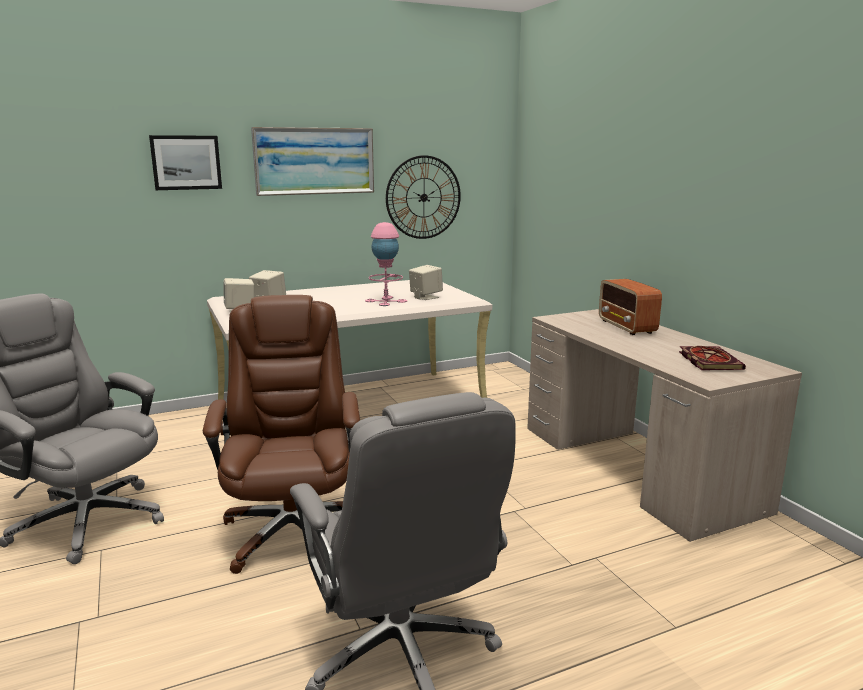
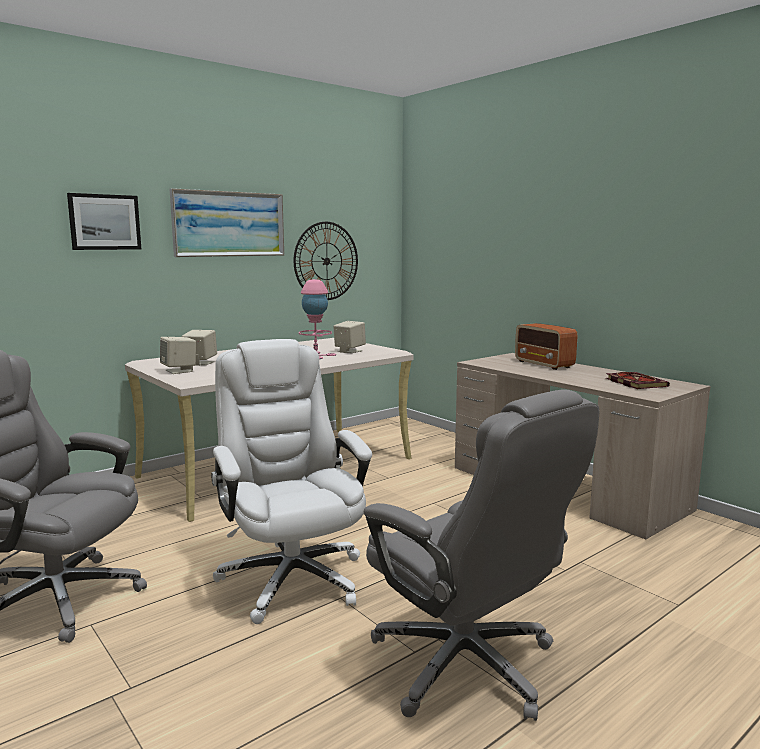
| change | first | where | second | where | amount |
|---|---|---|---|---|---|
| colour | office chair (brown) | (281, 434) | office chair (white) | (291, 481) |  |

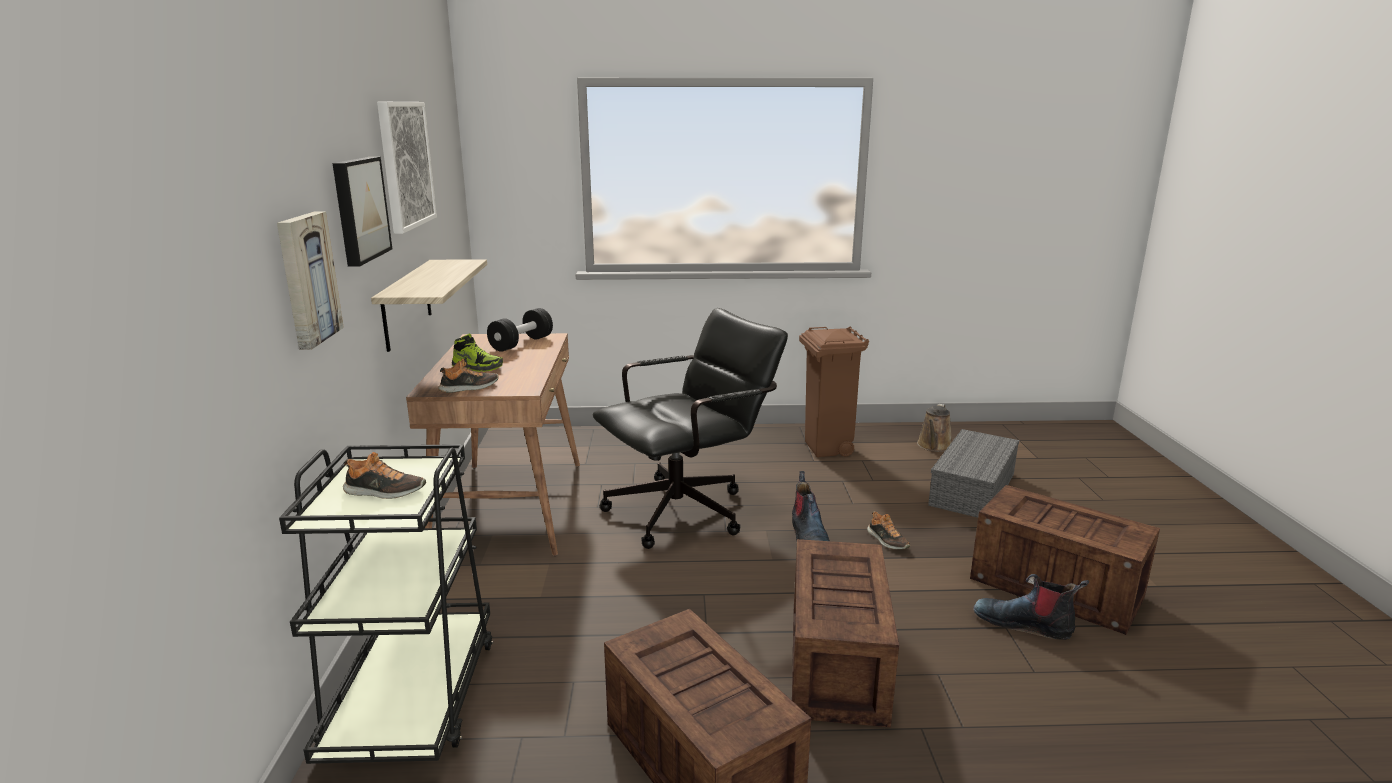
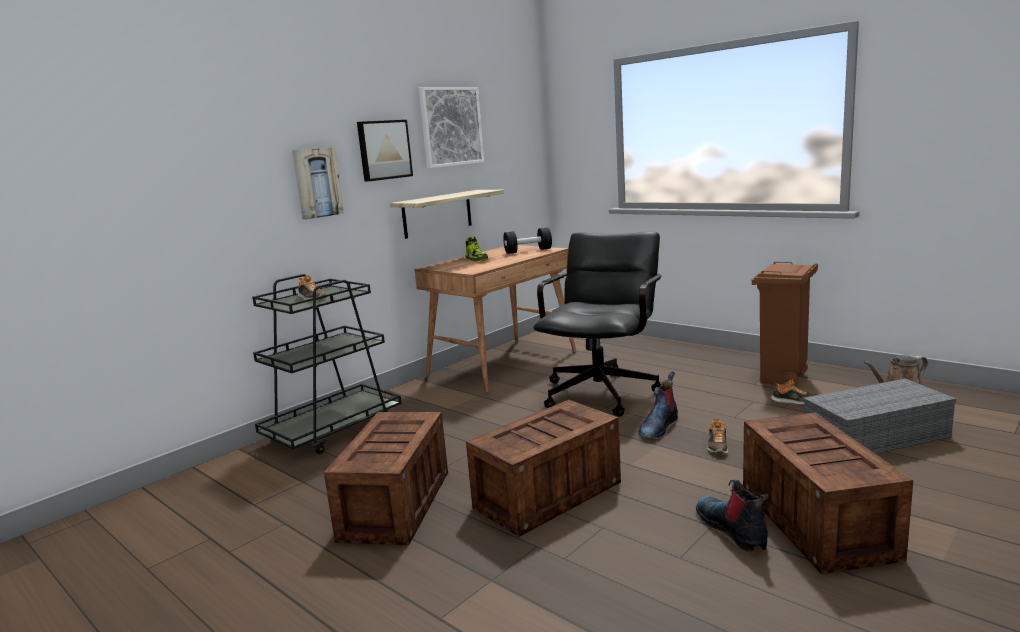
| change | first | where | second | where | amount |
|---|---|---|---|---|---|
| spun | office chair (black) | (690, 428) |  | (597, 324) | 75 degrees counterclockwise |
| relocated | shoe | (468, 376) |  | (794, 392) |  |

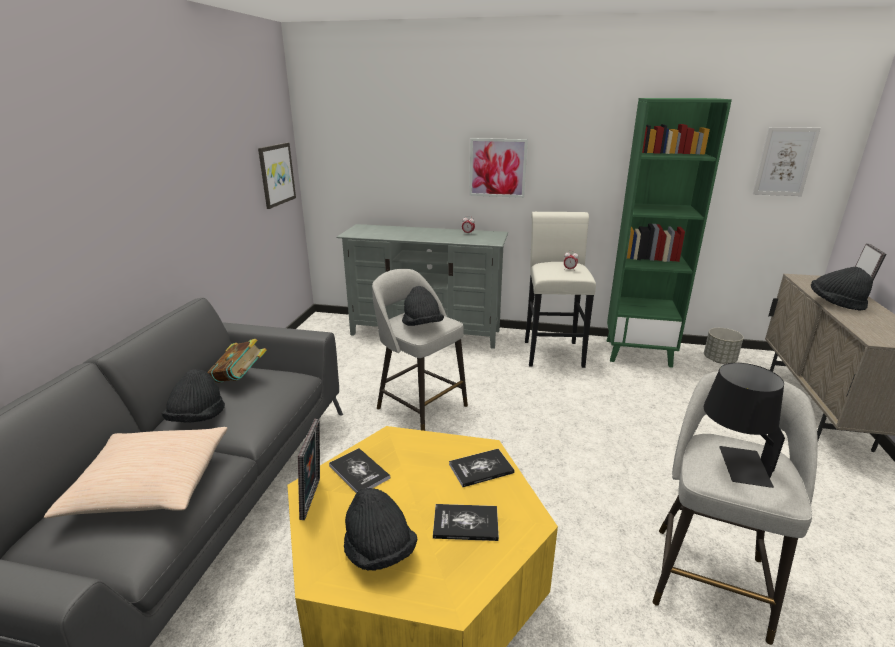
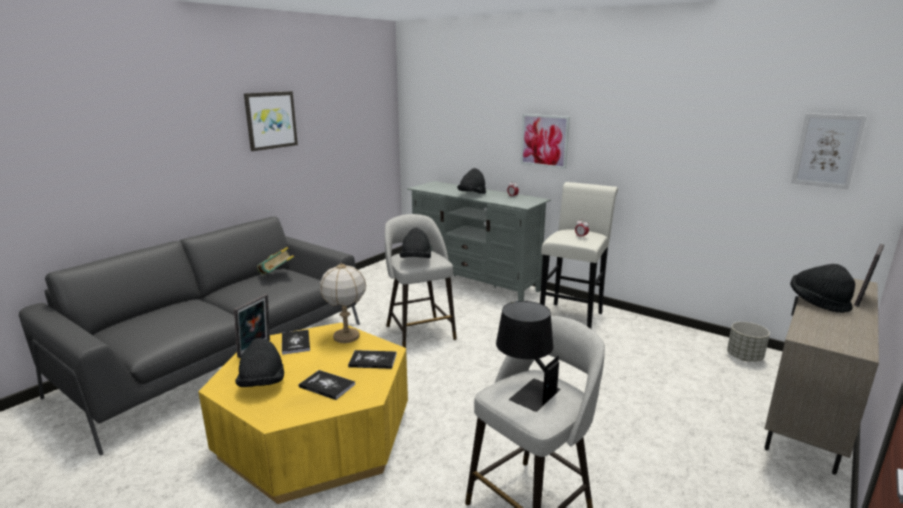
| change | first | where | second | where | amount |
|---|---|---|---|---|---|
| missing | bookcase (green) | (669, 233) |  |  |  |
| relocated | picture | (277, 176) |  | (271, 121) |  |
| relocated | hat (black) | (193, 395) |  | (471, 181) |  |
| missing | pillow (beige) | (136, 472) |  |  |  |
| appeared |  |  | table lamp | (343, 303) |  |

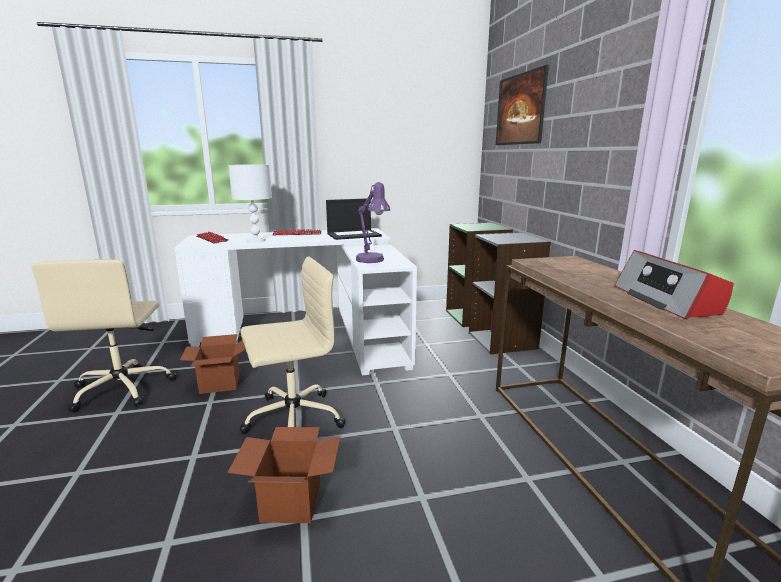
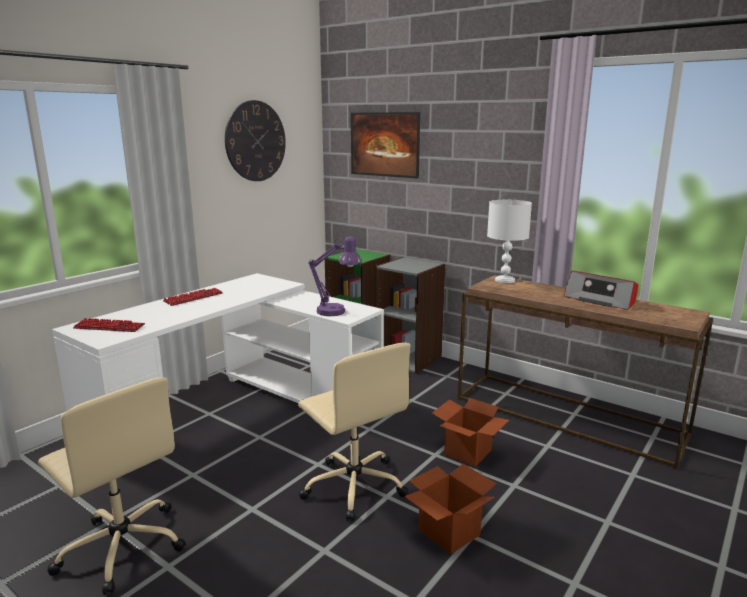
| change | first | where | second | where | amount |
|---|---|---|---|---|---|
| relocated | table lamp (white) | (250, 203) |  | (509, 241) |  |
| missing | laptop | (354, 219) |  |  |  |
| spun | office chair (beige) | (292, 345) |  | (354, 432) | 120 degrees clockwise |
| relocated | cardboard box | (212, 364) |  | (470, 432) |  |
| appeared |  |  | wall clock | (255, 140) |  |

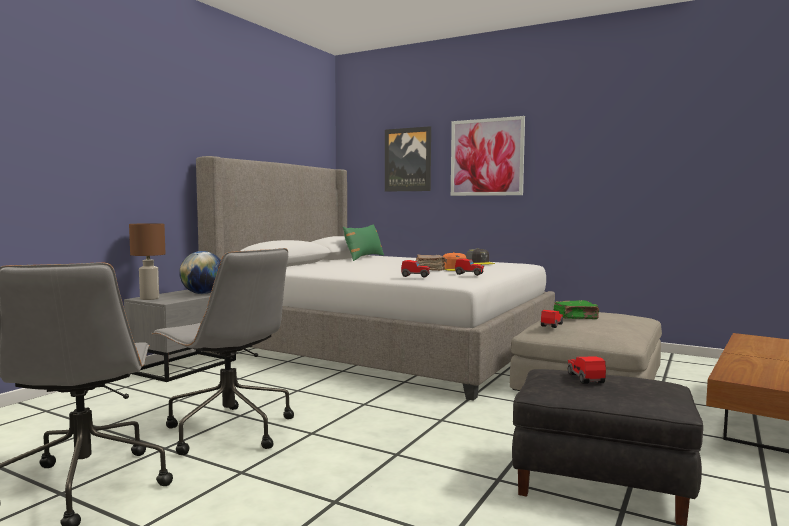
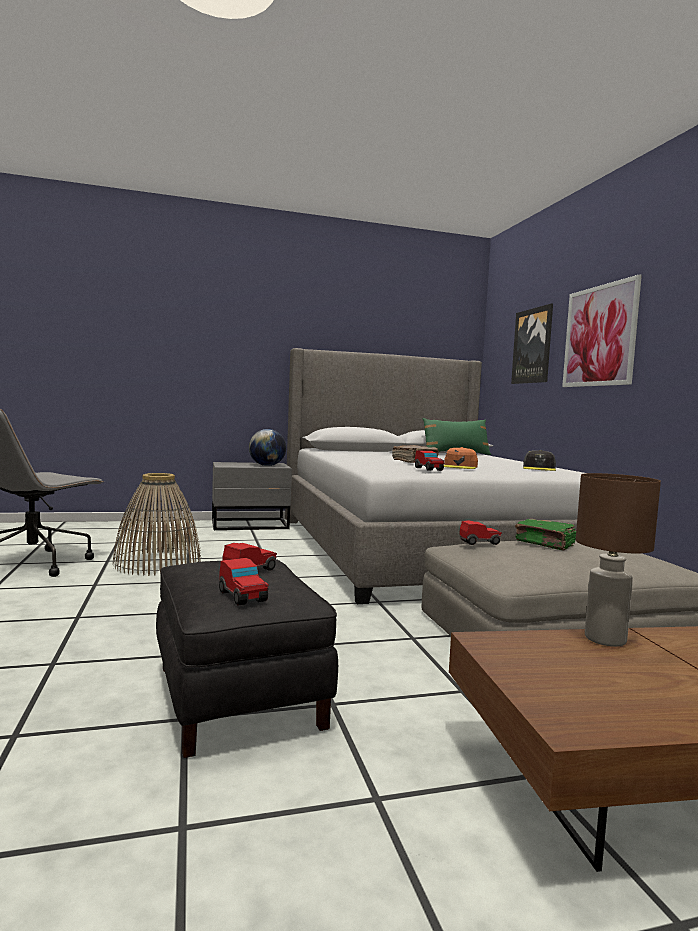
| change | first | where | second | where | amount |
|---|---|---|---|---|---|
| relocated | table lamp (brown) | (147, 261) |  | (618, 560) |  |
| exchanged | office chair (grey) | (223, 351) | basket | (157, 524) |  |
| relocated | toy car | (416, 268) |  | (244, 582) |  |

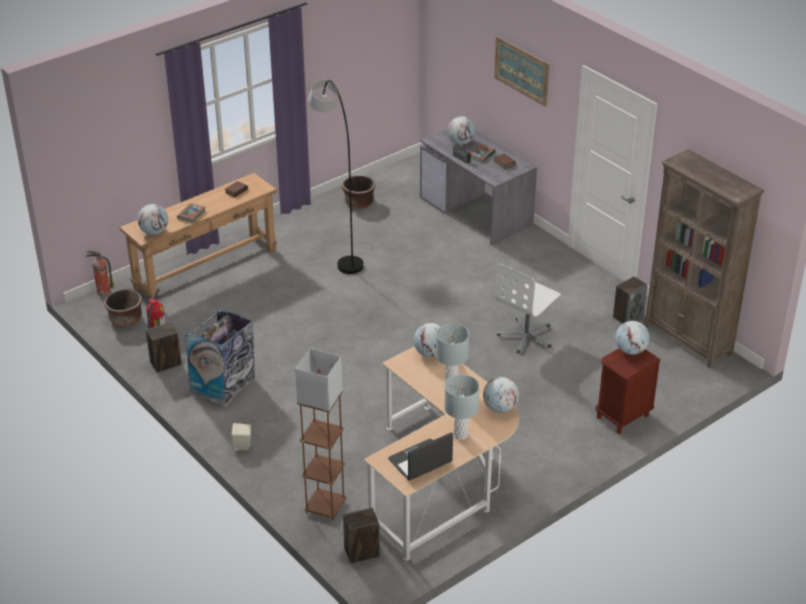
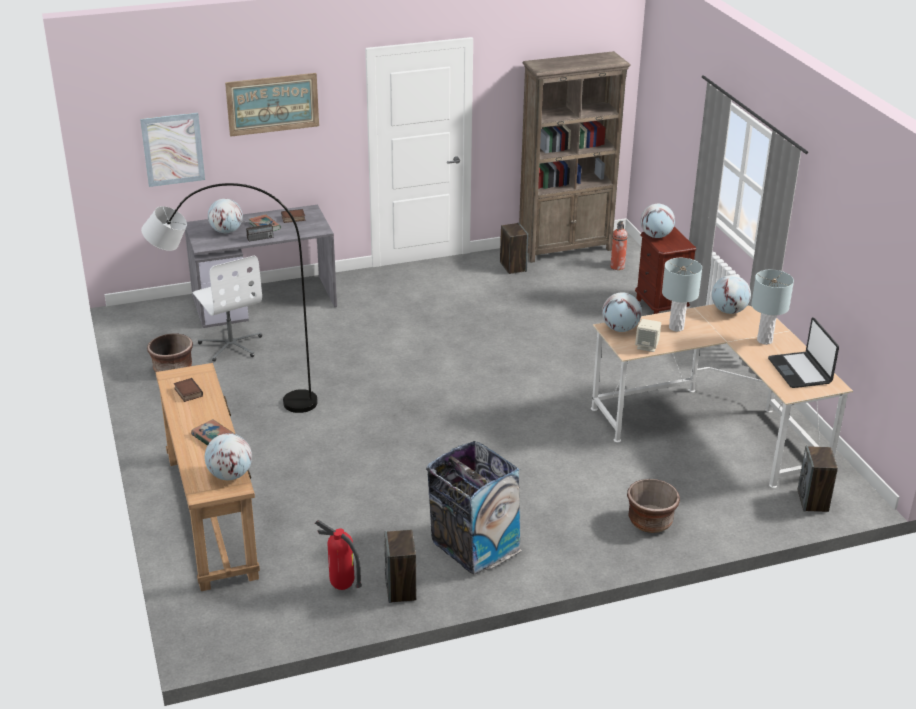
| change | first | where | second | where | amount |
|---|---|---|---|---|---|
| relocated | fire extinguisher | (100, 273) |  | (619, 245) |  |
| relocated | office chair (white) | (528, 308) |  | (227, 309) |  |
| relocated | planter (brown) | (123, 308) |  | (653, 506) |  |
| missing | floor lamp (brown) | (321, 434) |  |  |  |
| relocated | speaker (beige) | (241, 437) |  | (648, 335) |  |
| appeared |  |  | picture | (172, 150) |  |

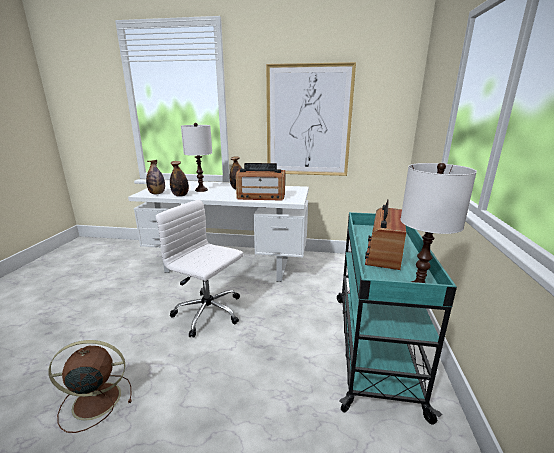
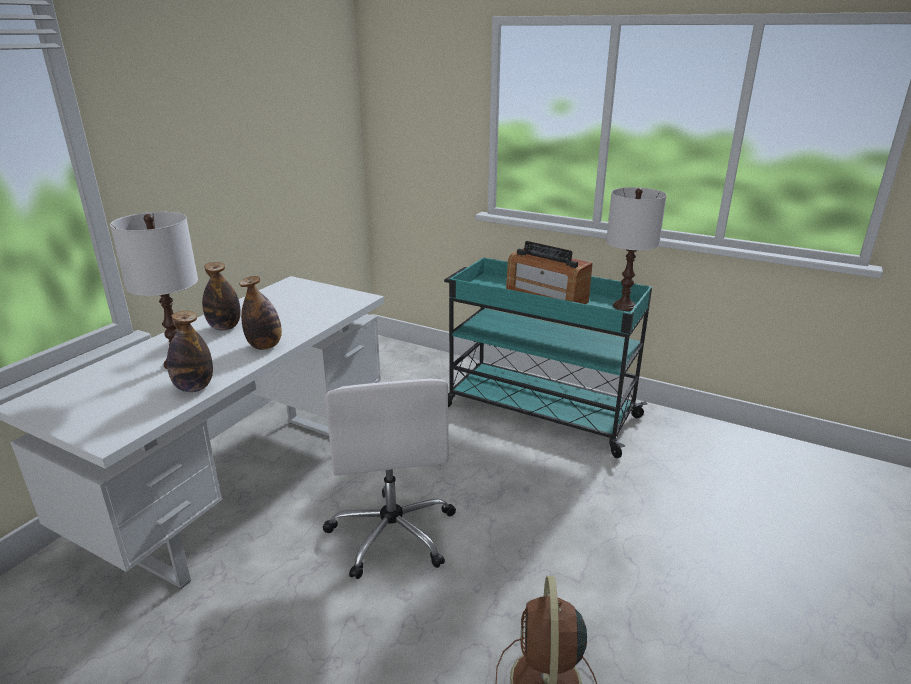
| change | first | where | second | where | amount |
|---|---|---|---|---|---|
| missing | picture | (311, 119) |  |  |  |
| relocated | bottle | (155, 177) |  | (260, 313) |  |
| missing | radio | (260, 182) |  |  |  |
| spun | office chair (white) | (200, 268) |  | (389, 479) | 60 degrees counterclockwise |

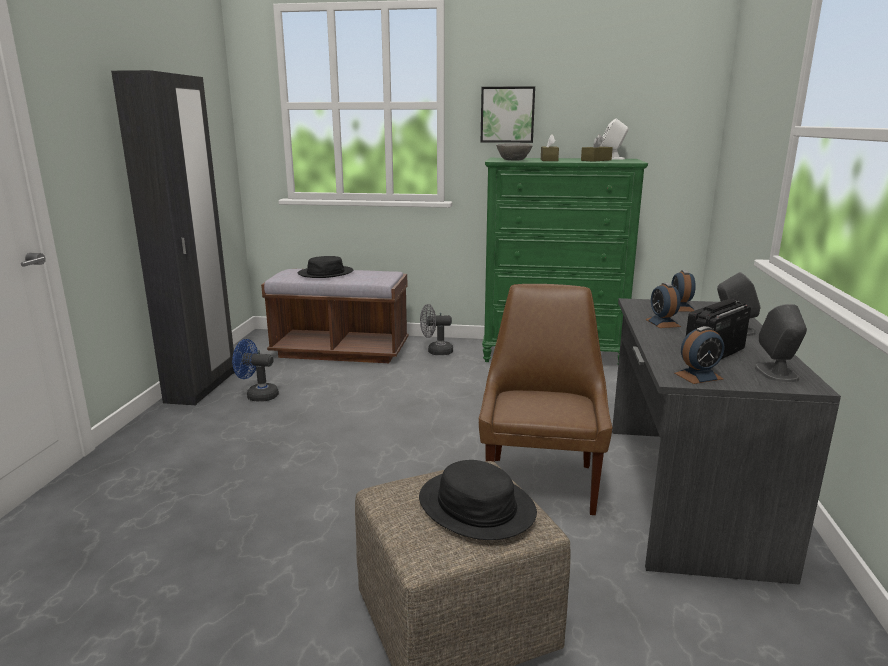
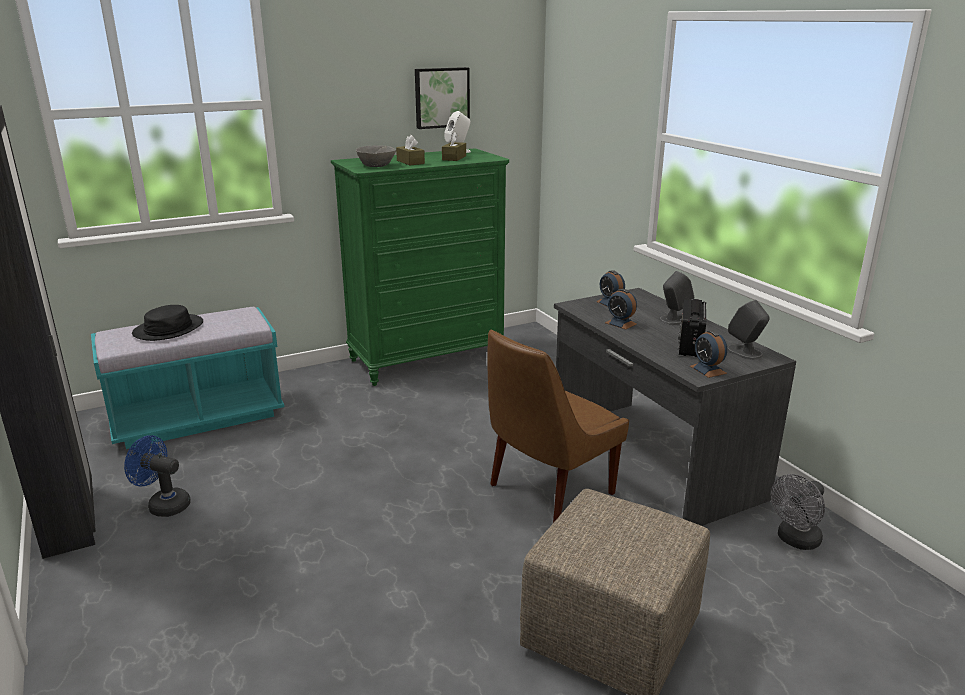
| change | first | where | second | where | amount |
|---|---|---|---|---|---|
| relocated | picture | (508, 114) |  | (442, 98) |  |
| colour | bench (brown) | (334, 316) | bench (turquoise) | (188, 378) |  |
| spun | chair (brown) | (545, 399) |  | (558, 426) | 105 degrees counterclockwise |
| relocated | fan (grey) | (436, 329) |  | (798, 512) |  |
| spun | alarm clock | (699, 355) |  | (708, 354) | 120 degrees clockwise |
| spun | fan (blue) | (255, 370) |  | (157, 476) | 45 degrees clockwise |
| missing | hat (black) | (478, 500) |  |  |  |

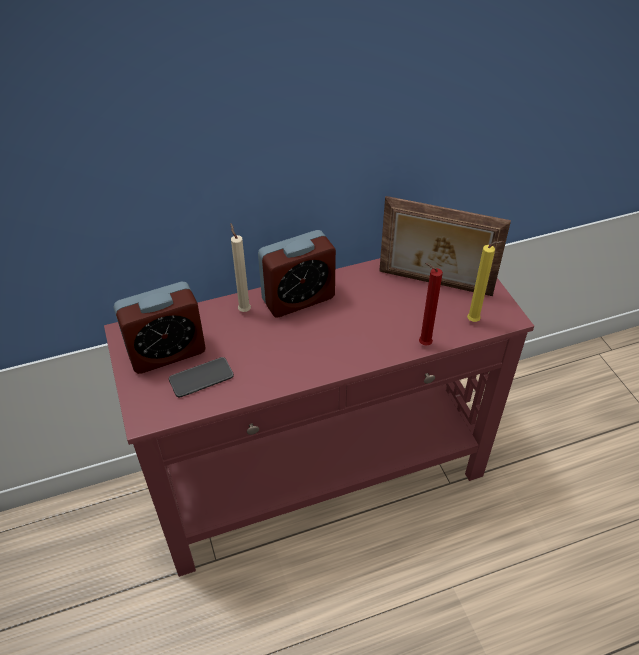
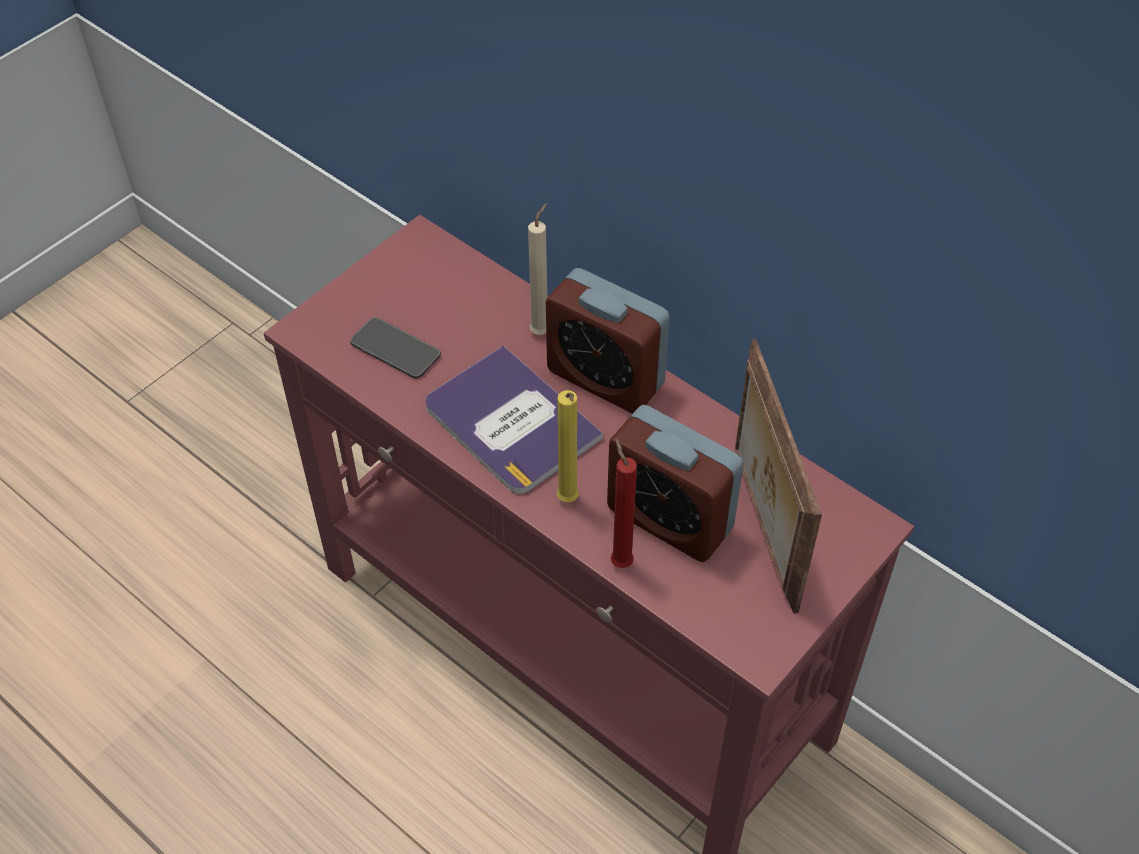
| change | first | where | second | where | amount |
|---|---|---|---|---|---|
| relocated | candle (yellow) | (485, 281) |  | (568, 446) |  |
| relocated | alarm clock | (159, 328) |  | (675, 483) |  |
| appeared |  |  | book | (514, 419) |  |

